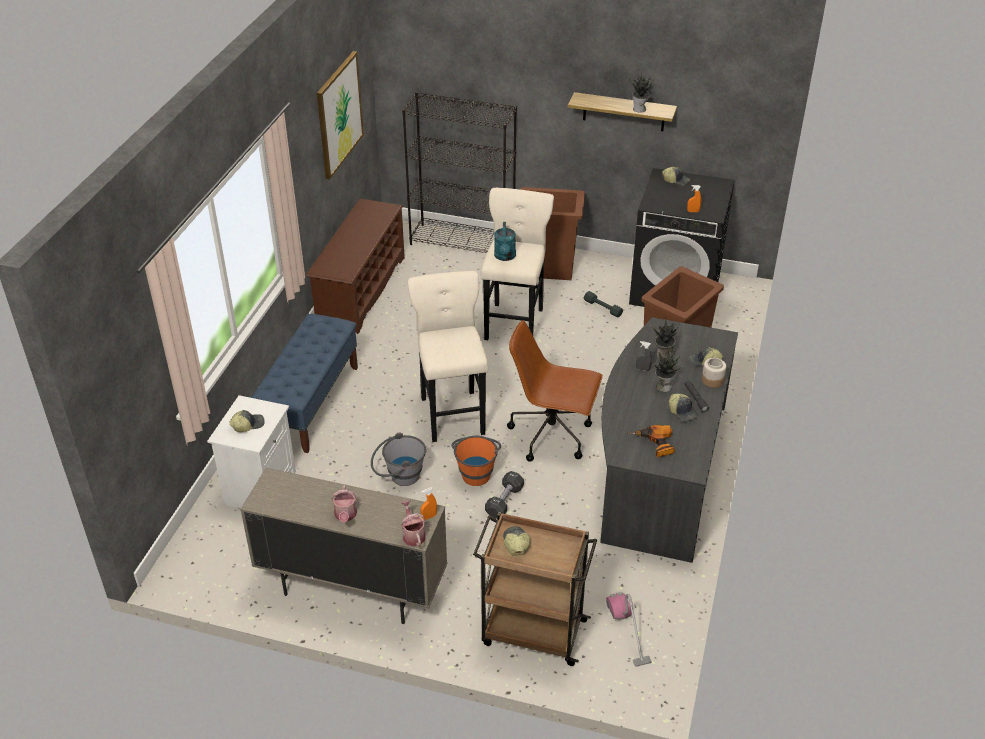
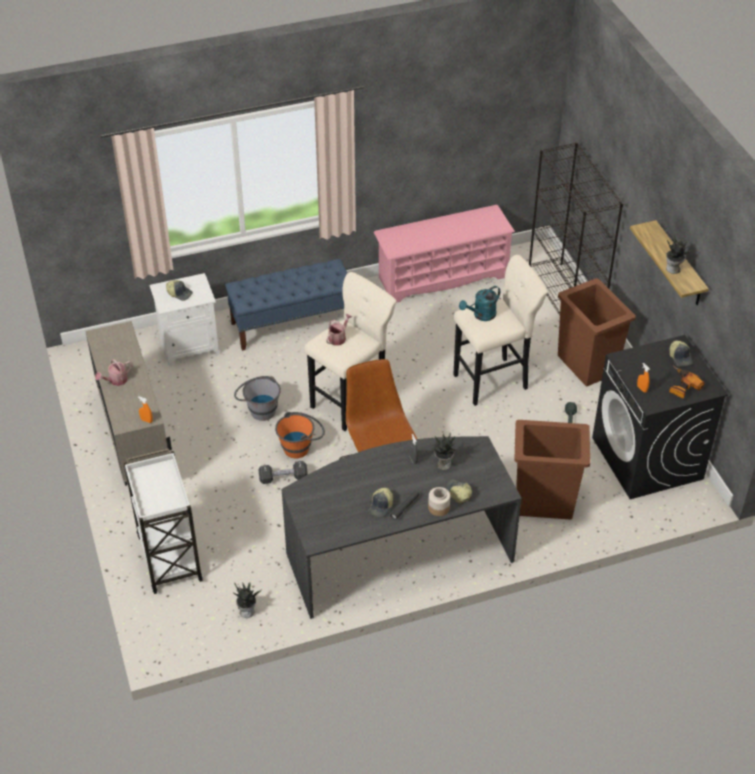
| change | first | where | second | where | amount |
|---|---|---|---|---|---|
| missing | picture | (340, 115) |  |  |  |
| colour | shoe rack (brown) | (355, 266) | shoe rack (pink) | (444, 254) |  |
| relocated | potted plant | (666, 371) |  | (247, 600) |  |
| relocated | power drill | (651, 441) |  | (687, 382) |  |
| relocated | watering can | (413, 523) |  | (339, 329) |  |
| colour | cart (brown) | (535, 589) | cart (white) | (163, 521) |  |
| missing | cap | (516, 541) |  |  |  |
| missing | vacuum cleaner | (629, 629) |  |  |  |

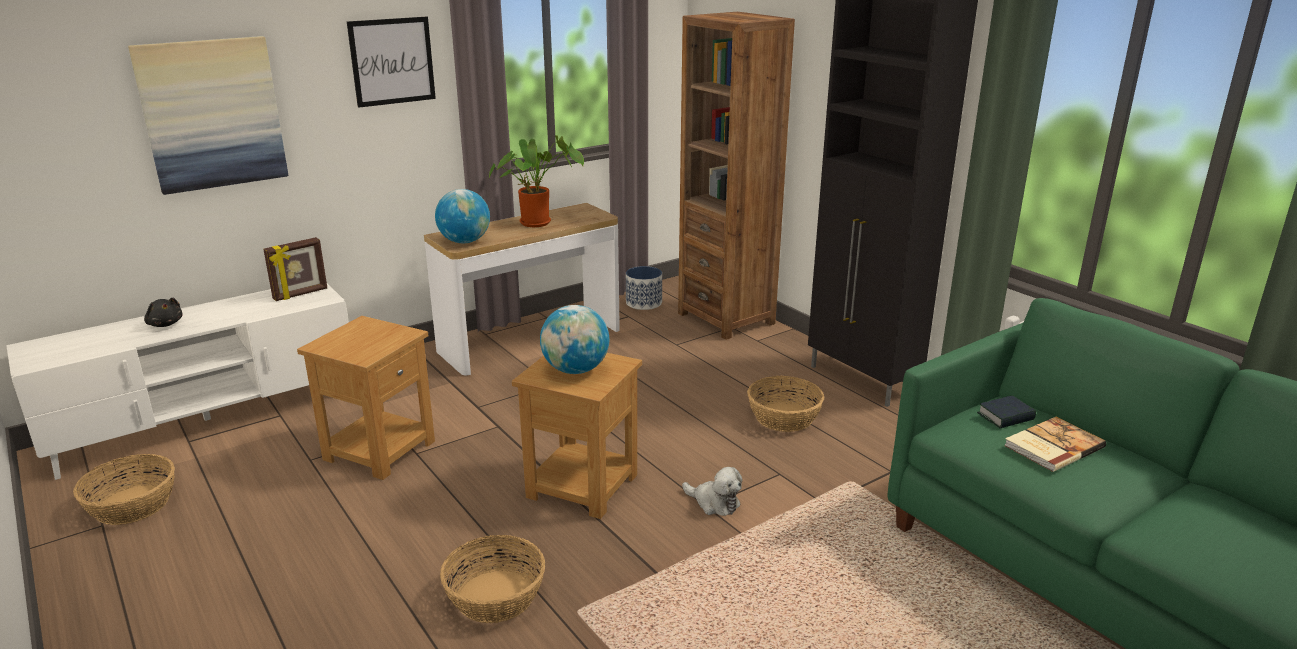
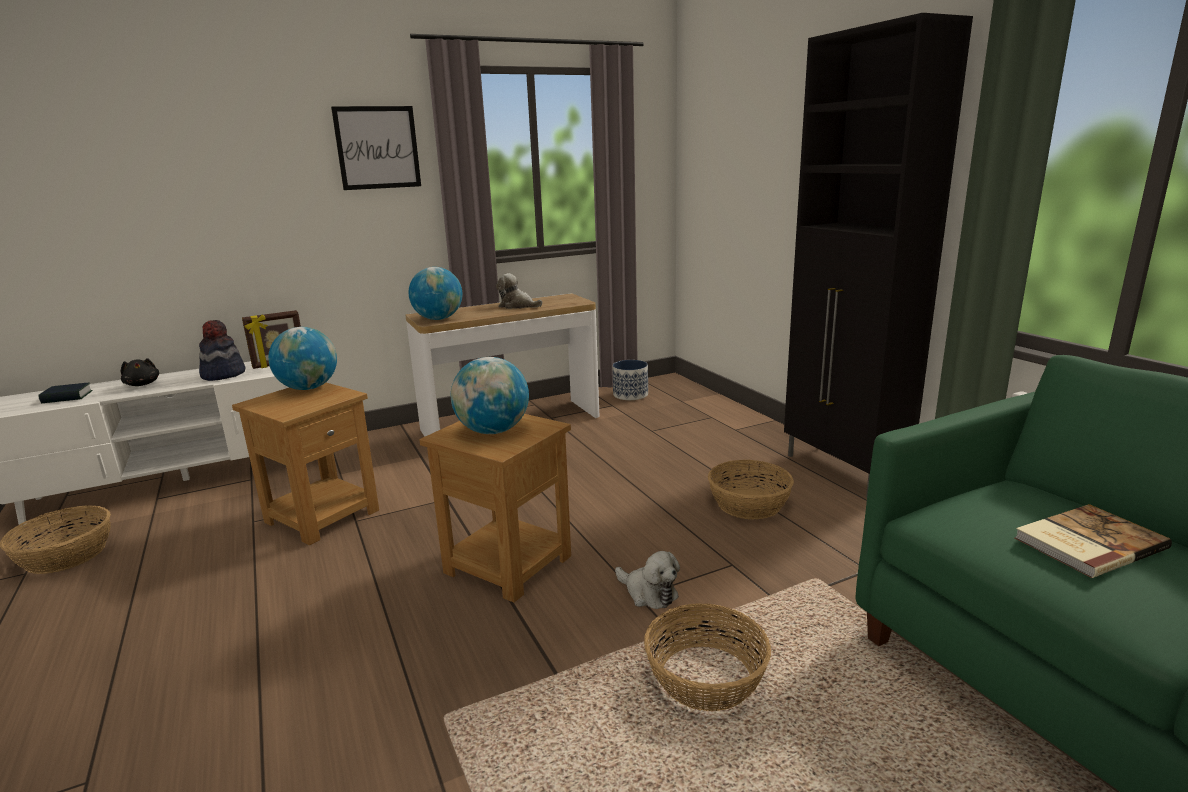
| change | first | where | second | where | amount |
|---|---|---|---|---|---|
| missing | bookcase (brown) | (736, 176) |  |  |  |
| missing | picture | (208, 115) |  |  |  |
| exchanged | potted plant | (536, 181) | plush toy | (519, 291) |  |
| relocated | book | (1006, 411) |  | (65, 392) |  |
| relocated | basket | (492, 579) |  | (707, 657) |  |
| appeared |  |  | hat | (222, 350) |  |
| appeared |  |  | globe | (302, 358) |  |

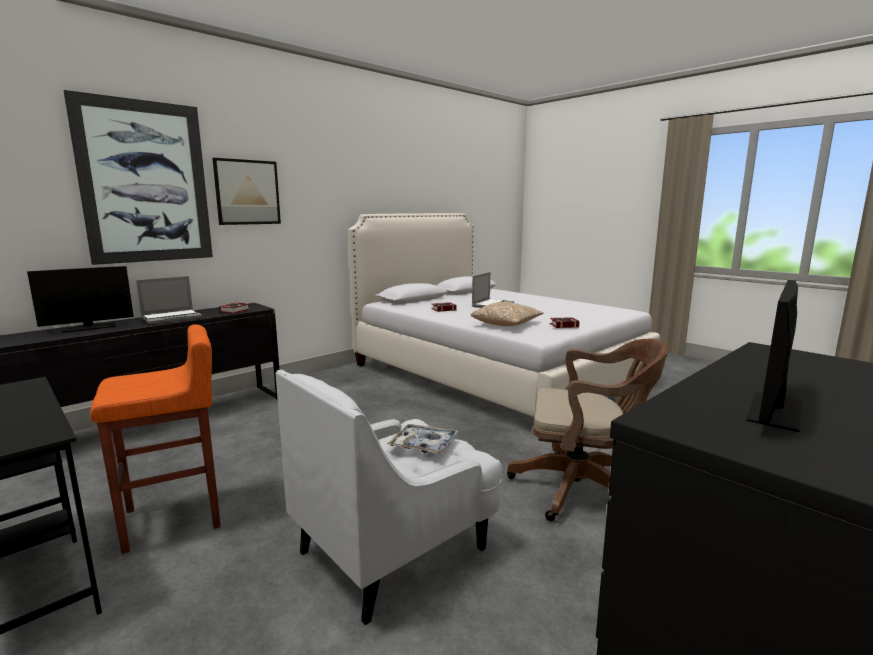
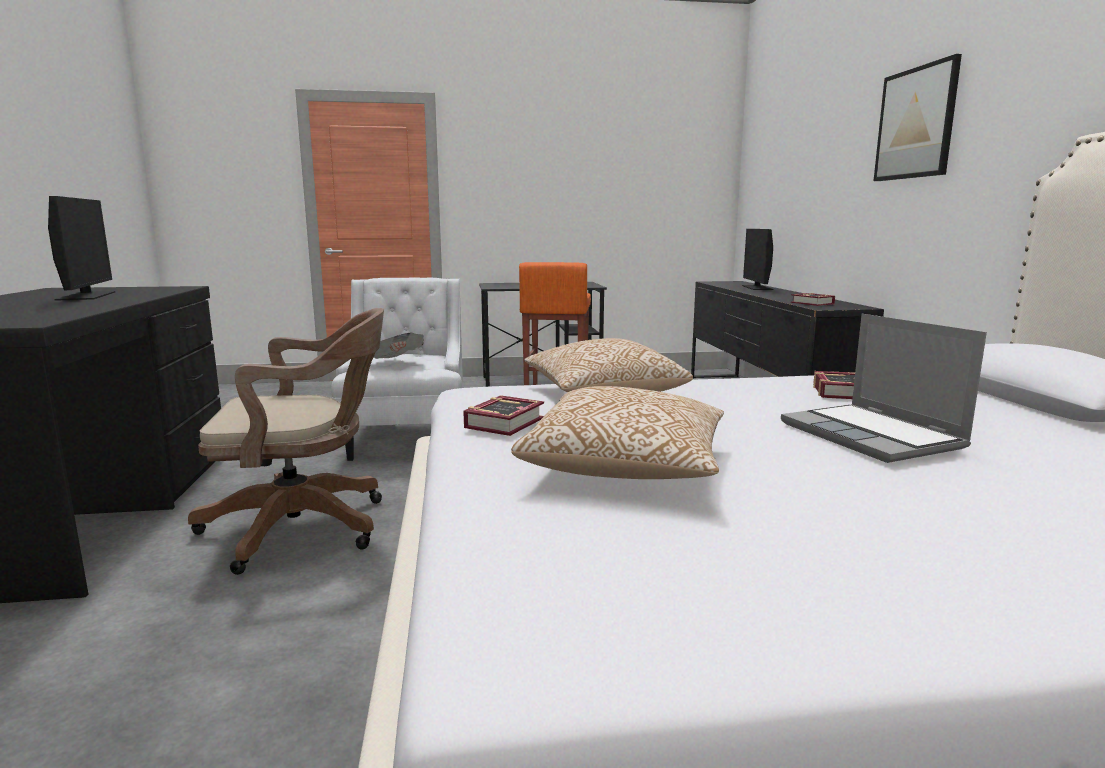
| change | first | where | second | where | amount |
|---|---|---|---|---|---|
| missing | picture | (138, 177) |  |  |  |
| missing | laptop | (169, 300) |  |  |  |
| spun | office chair (brown) | (588, 430) |  | (286, 441) | 150 degrees counterclockwise |
| exchanged | tray | (423, 439) | newspaper | (398, 346) |  |
| appeared |  |  | pillow | (617, 432) |  |

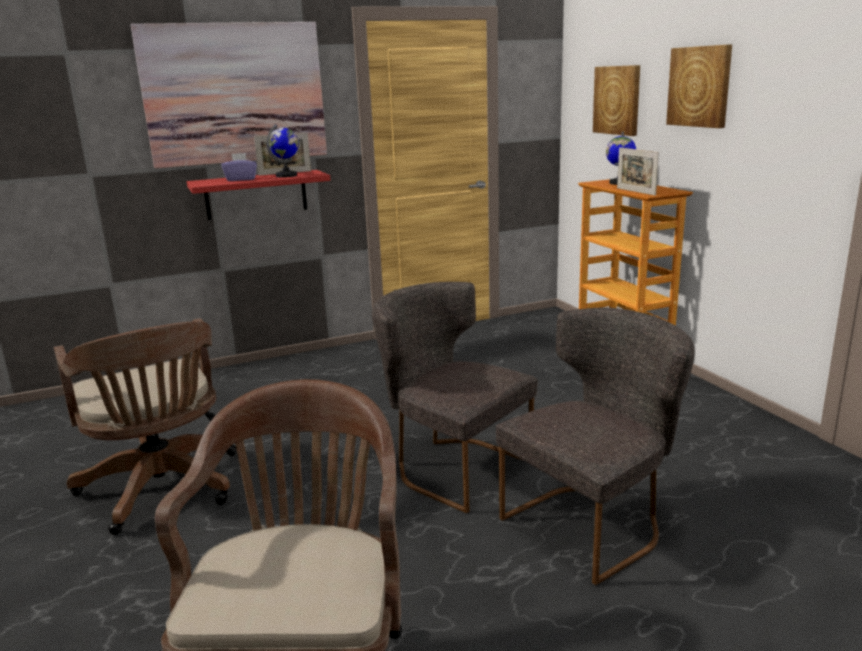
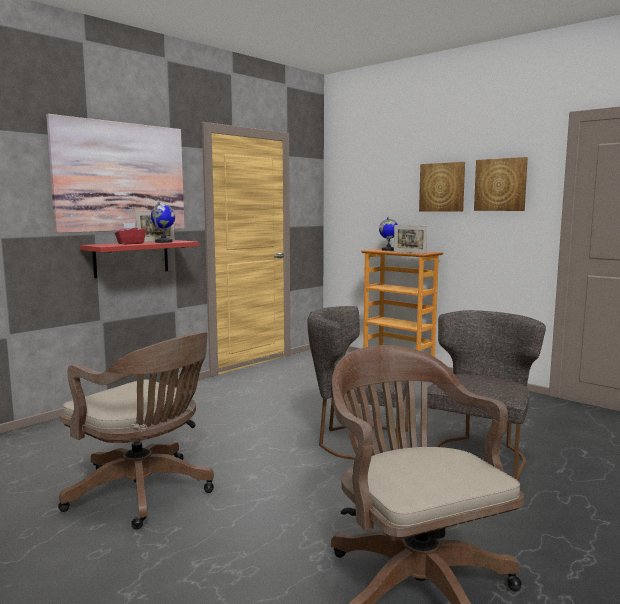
| change | first | where | second | where | amount |
|---|---|---|---|---|---|
| relocated | picture | (616, 100) |  | (501, 184) |  |
| colour | tissue box (purple) | (239, 167) | tissue box (red) | (130, 233) |  |

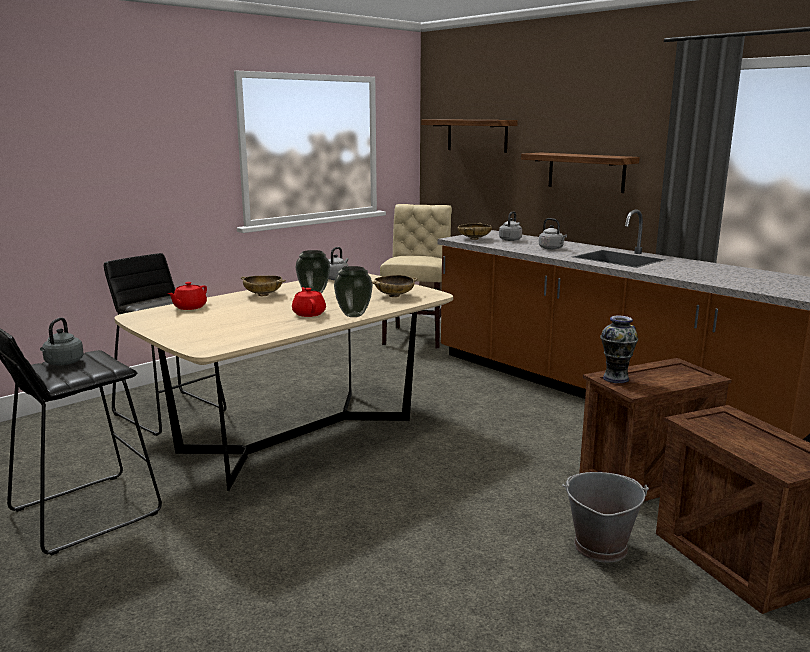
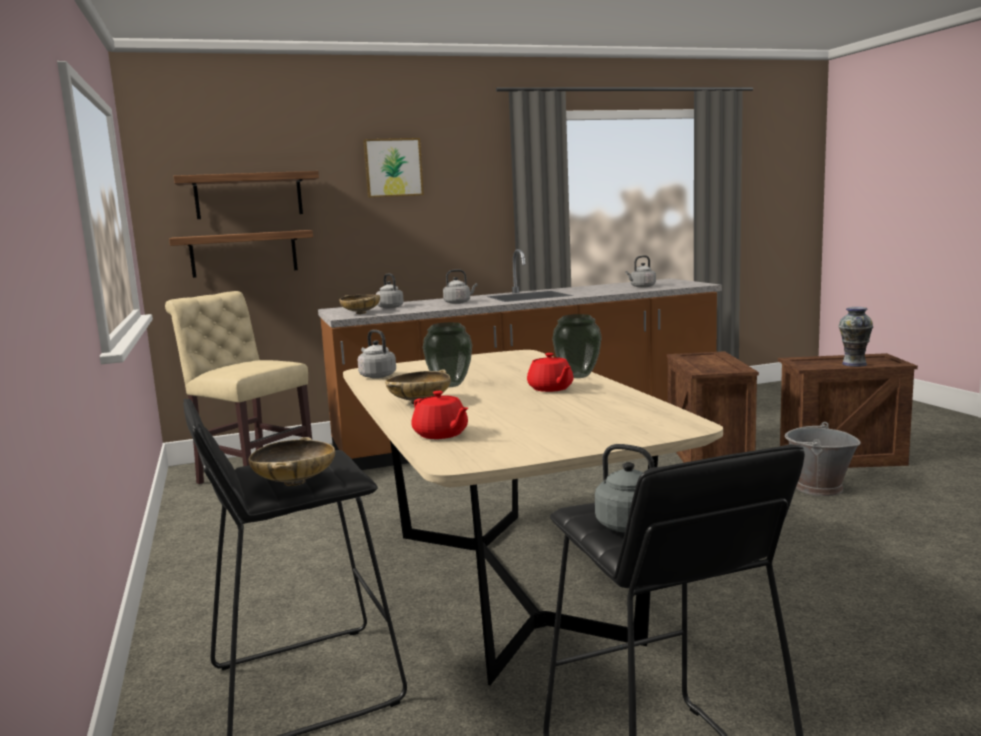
| change | first | where | second | where | amount |
|---|---|---|---|---|---|
| relocated | shelf | (580, 173) |  | (241, 254) |  |
| relocated | bowl (beige) | (395, 286) |  | (291, 461) |  |
| spun | teapot (red) | (309, 302) |  | (550, 372) | 120 degrees counterclockwise |
| relocated | vase | (619, 349) |  | (855, 337) |  |
| appeared |  |  | picture | (393, 168) |  |
| appeared |  |  | kettle (grey) | (640, 271) |  |

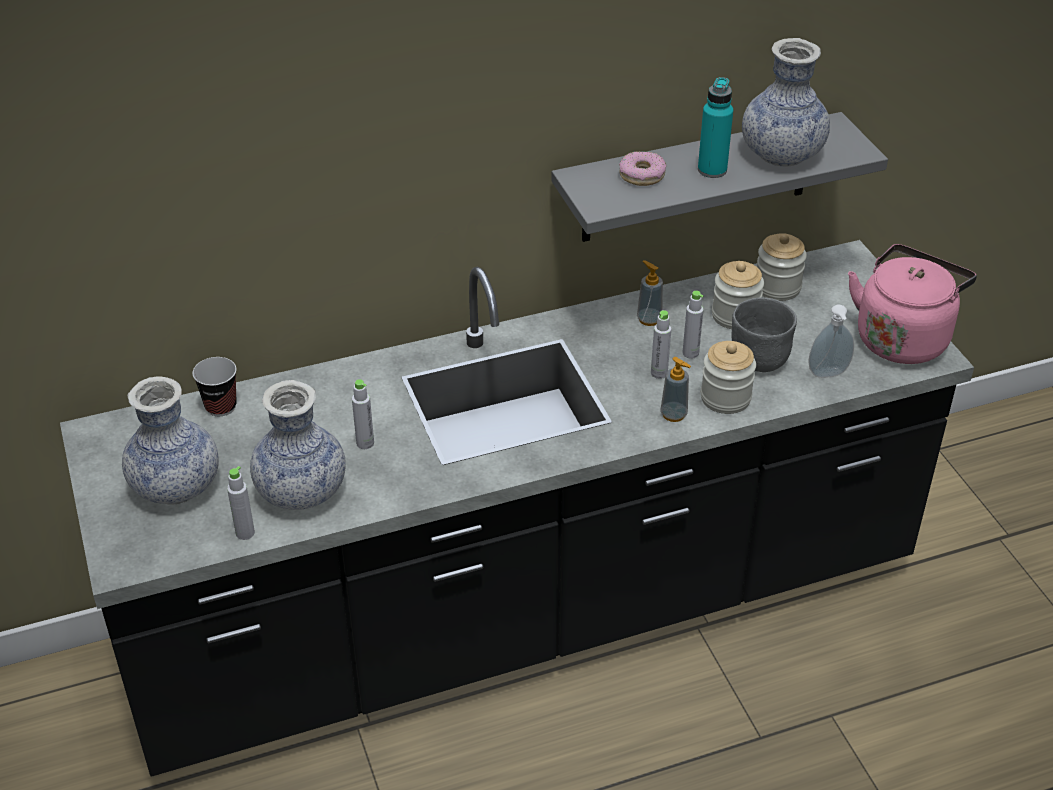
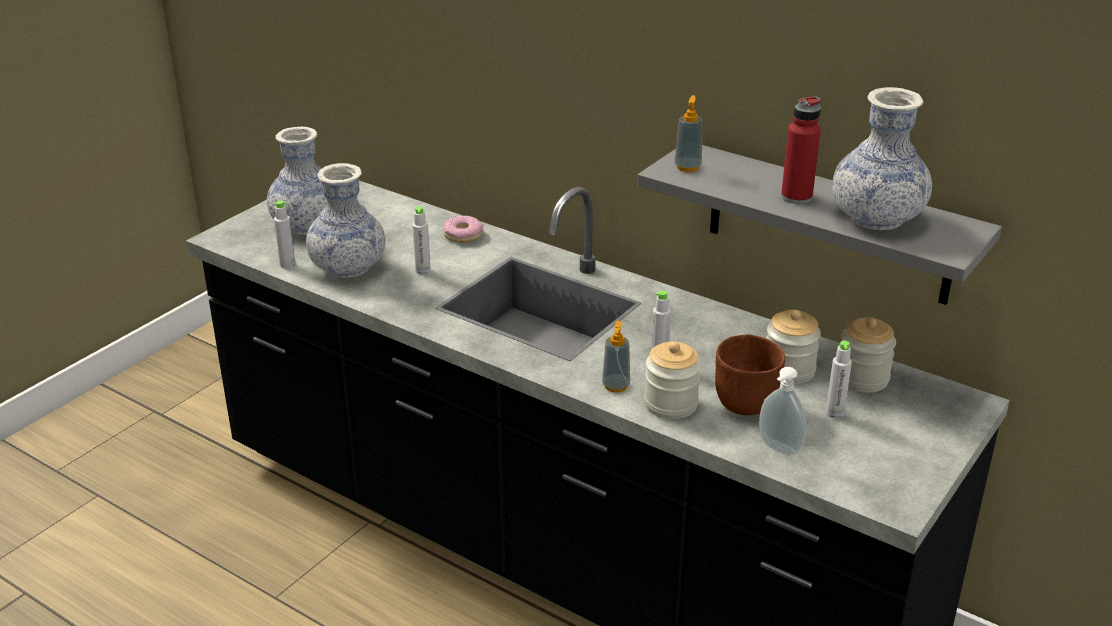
| change | first | where | second | where | amount |
|---|---|---|---|---|---|
| colour | bottle (turquoise) | (715, 127) | bottle (red) | (801, 150) |  |
| relocated | donut | (642, 168) |  | (463, 229) |  |
| missing | kettle (pink) | (912, 304) |  |  |  |
| relocated | soap dispenser | (650, 293) |  | (688, 133) |  |
| relocated | bottle (grey) | (693, 325) |  | (839, 380) |  |
| colour | bowl (grey) | (764, 334) | bowl (brown) | (750, 374) |  |
| missing | cup | (214, 386) |  |  |  |

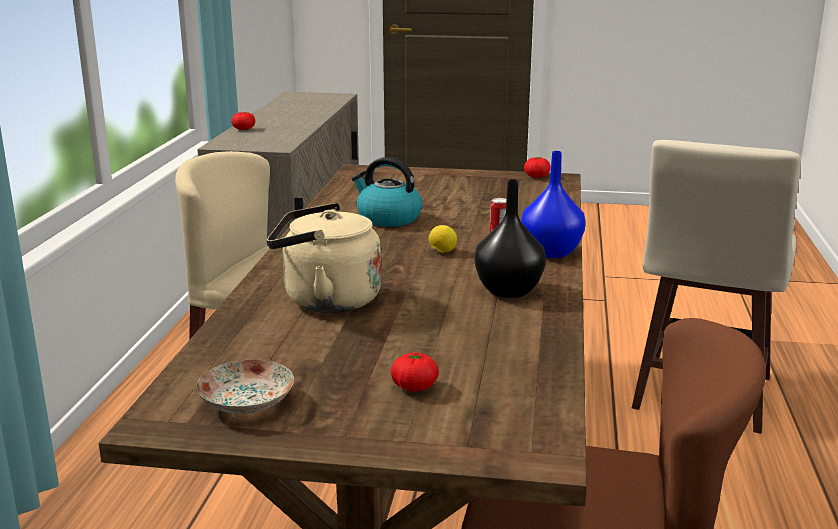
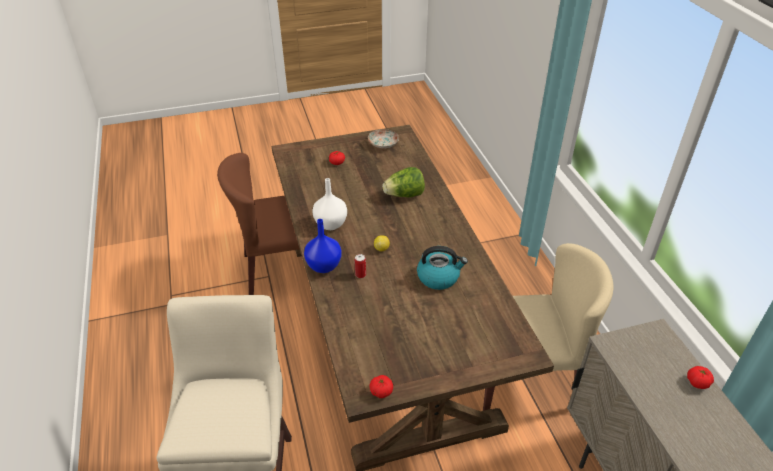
| change | first | where | second | where | amount |
|---|---|---|---|---|---|
| colour | vase (black) | (510, 238) | vase (white) | (329, 204) |  |
| exchanged | kettle (beige) | (324, 258) | lettuce | (403, 182) |  |

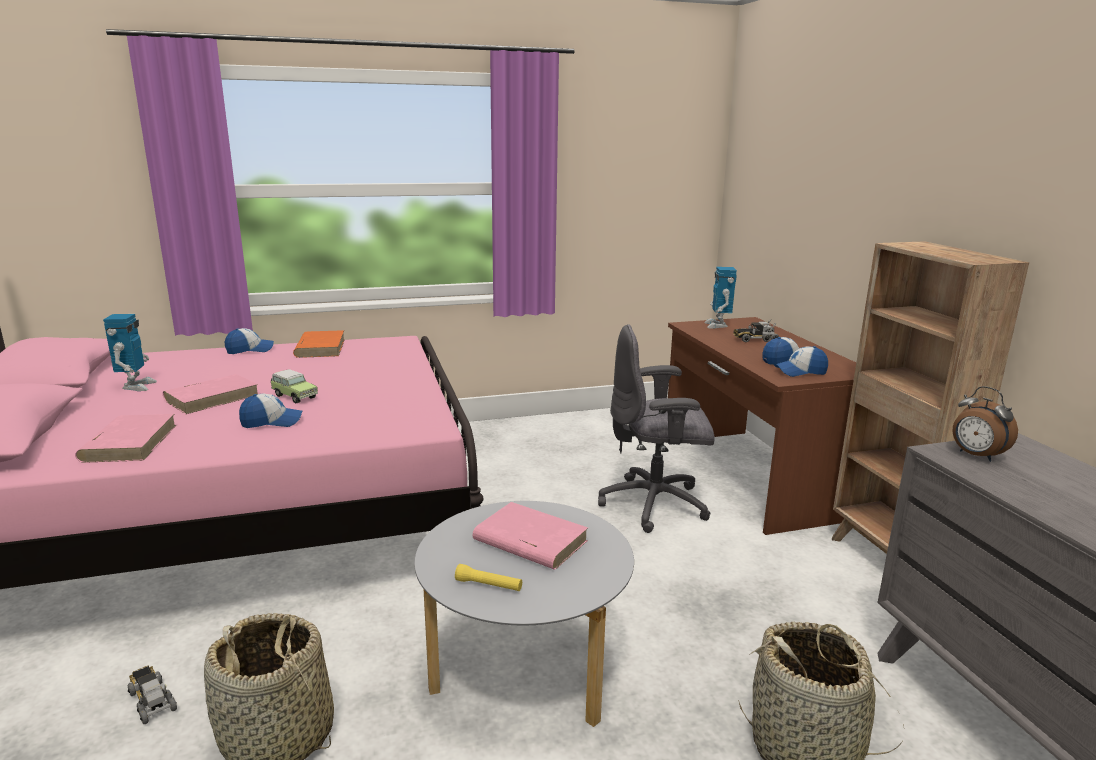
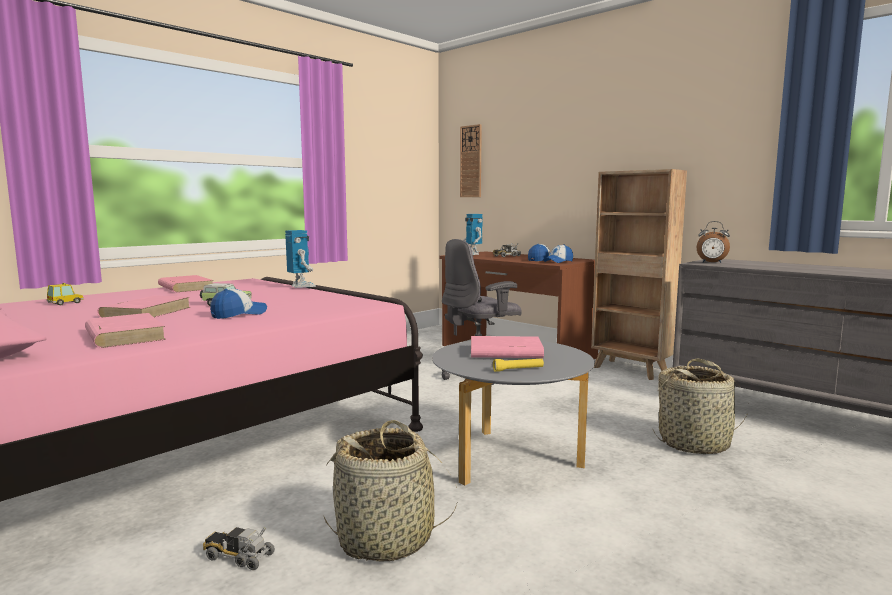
| change | first | where | second | where | amount |
|---|---|---|---|---|---|
| relocated | toy robot | (130, 352) |  | (300, 259) |  |
| missing | cap | (249, 341) |  |  |  |
| colour | book (orange) | (319, 344) | book (pink) | (186, 283) |  |
| appeared |  |  | wall clock | (471, 160) |  |
| appeared |  |  | toy car | (65, 294) |  |

